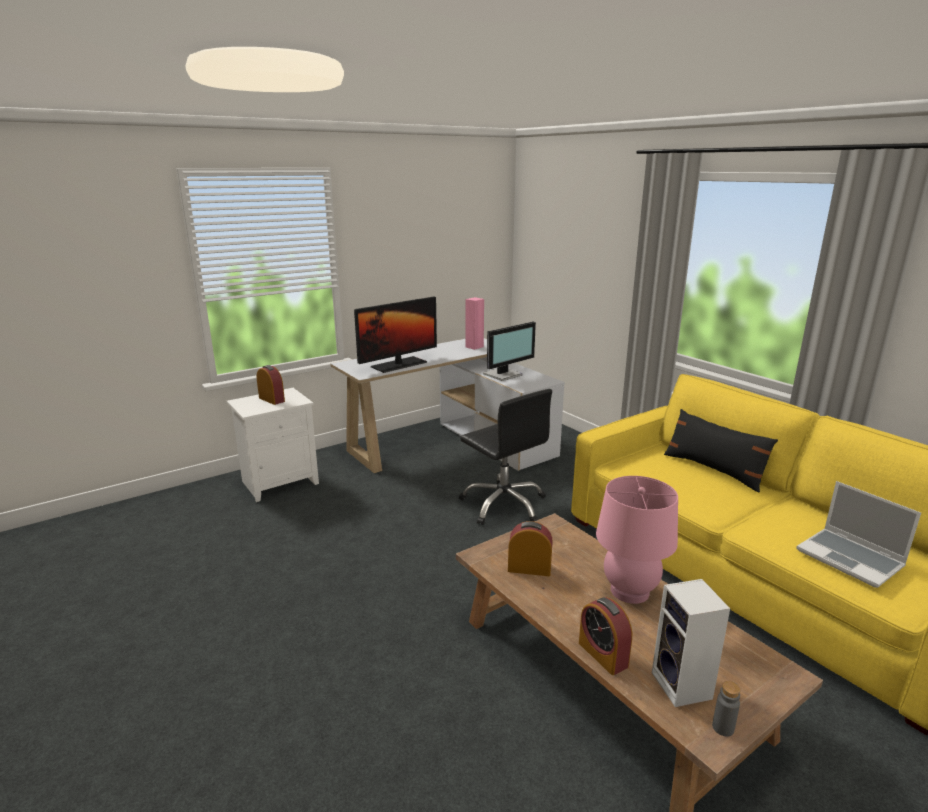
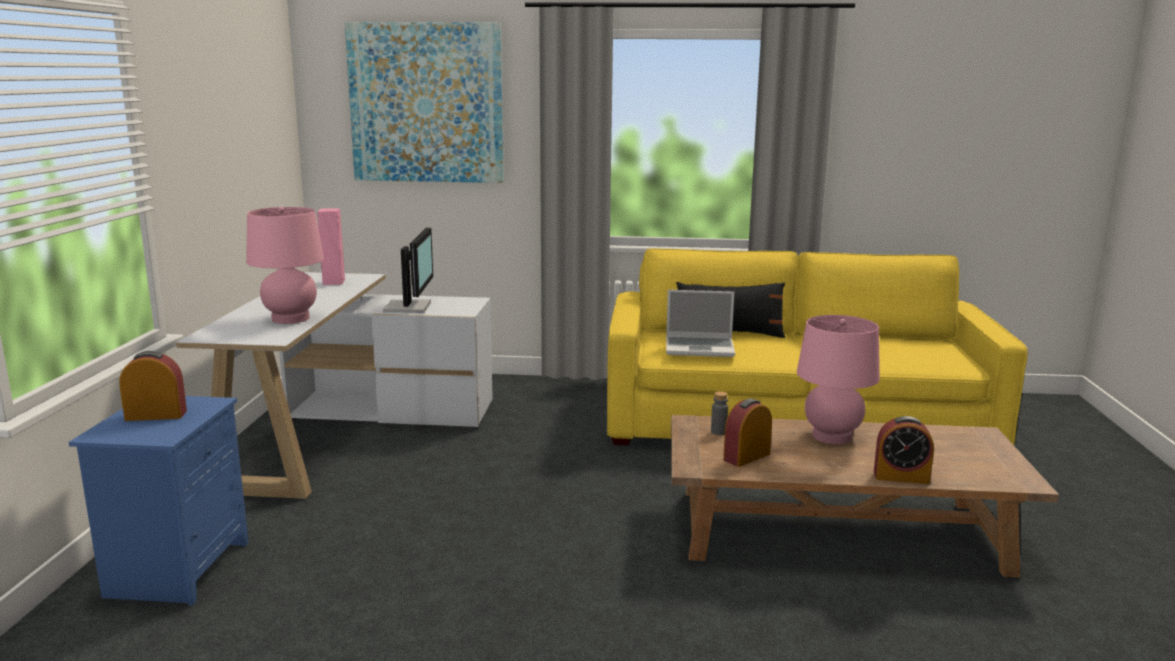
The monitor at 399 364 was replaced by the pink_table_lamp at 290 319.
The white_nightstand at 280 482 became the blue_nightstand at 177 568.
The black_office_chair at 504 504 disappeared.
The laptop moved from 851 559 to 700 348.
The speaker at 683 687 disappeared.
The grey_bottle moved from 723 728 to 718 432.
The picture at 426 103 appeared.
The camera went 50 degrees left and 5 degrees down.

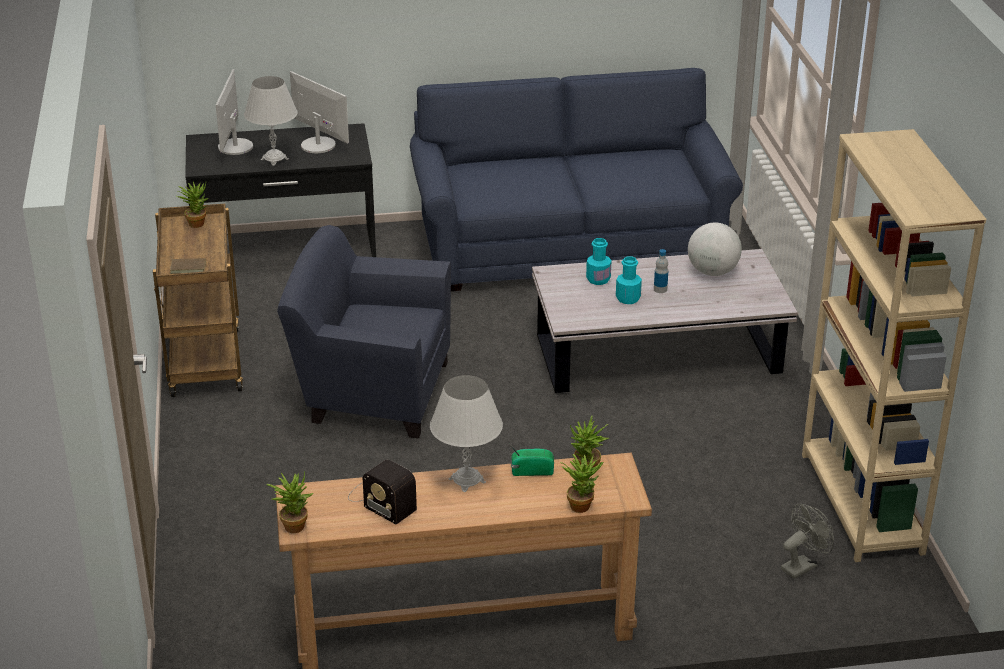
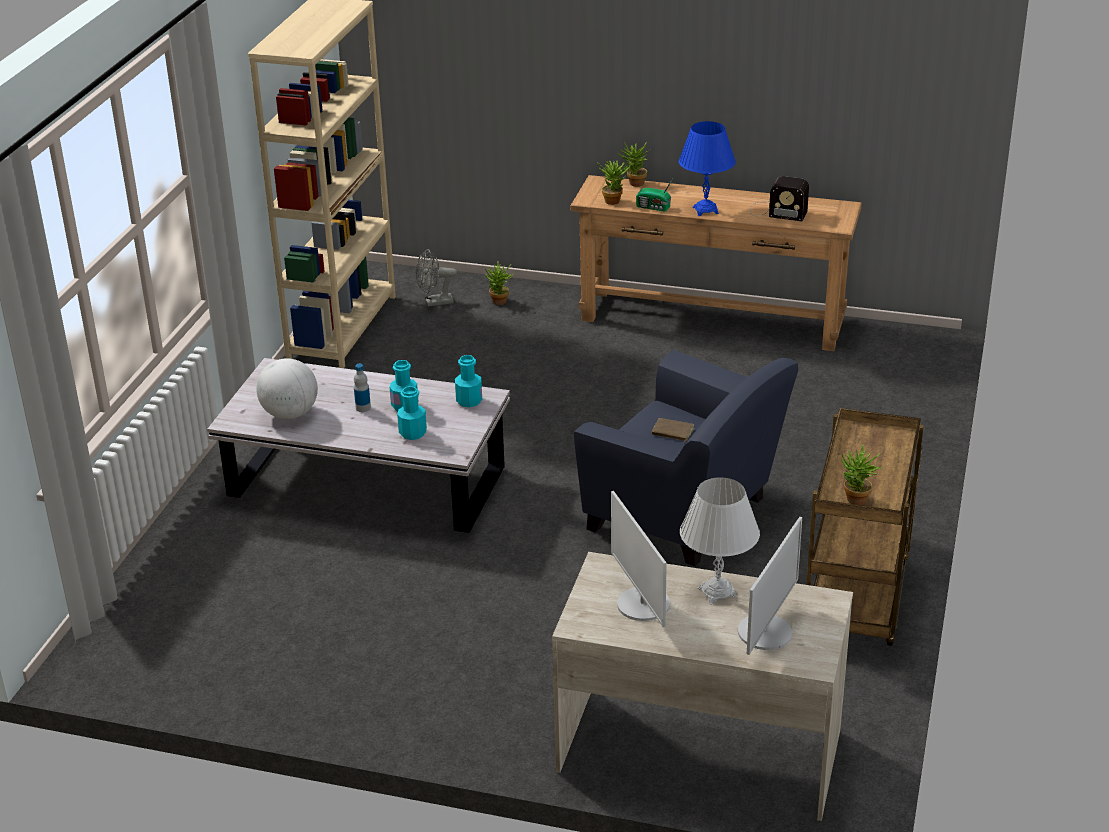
The blue_sofa at 570 247 disappeared.
The black_desk at 286 253 became the beige_desk at 700 749.
The brown_book moved from 188 267 to 672 432.
The white_table_lamp at 467 481 became the blue_table_lamp at 705 210.
The radio at 380 500 turned 135 degrees clockwise.
The potted_plant moved from 293 524 to 499 303.
The turquoise_bottle at 469 401 appeared.
The camera went 155 degrees left and 0 degrees up.

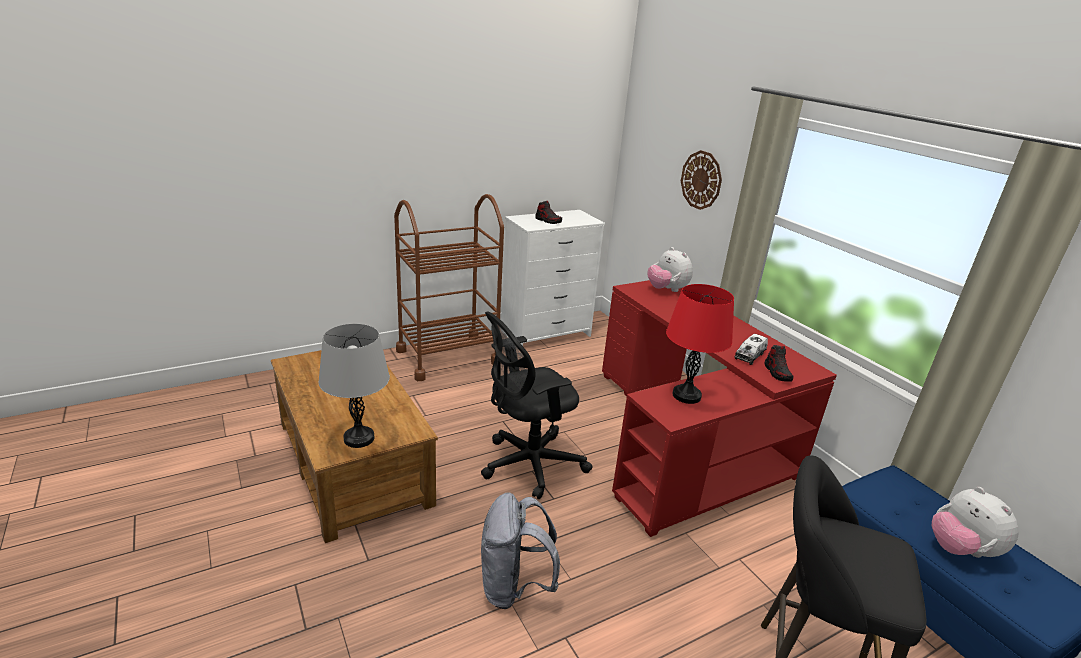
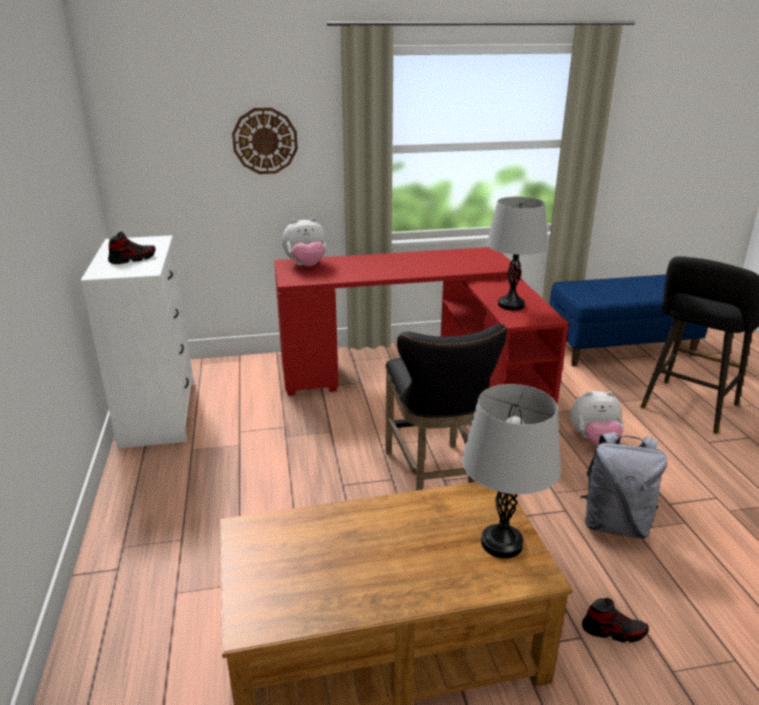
The brown_cart at 448 356 disappeared.
The red_table_lamp at 686 395 became the grey_table_lamp at 511 305.
The black_office_chair at 528 465 was replaced by the black_stool at 433 481.
The toy_truck at 750 355 disappeared.
The shoe moved from 777 373 to 613 631.
The plush_toy moved from 960 550 to 594 440.
The camera went 70 degrees left and 0 degrees up.

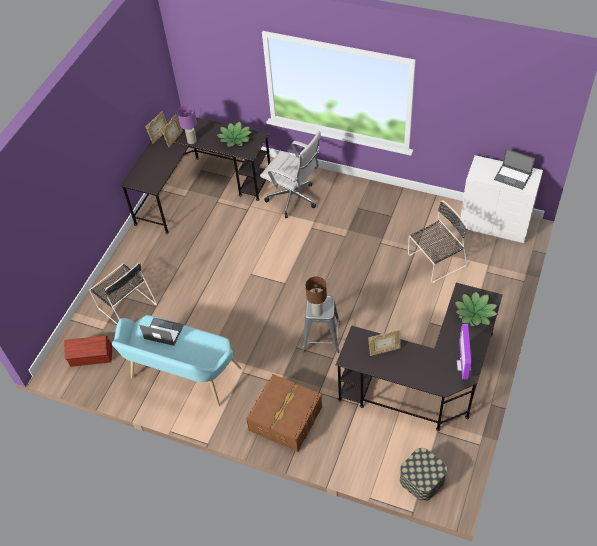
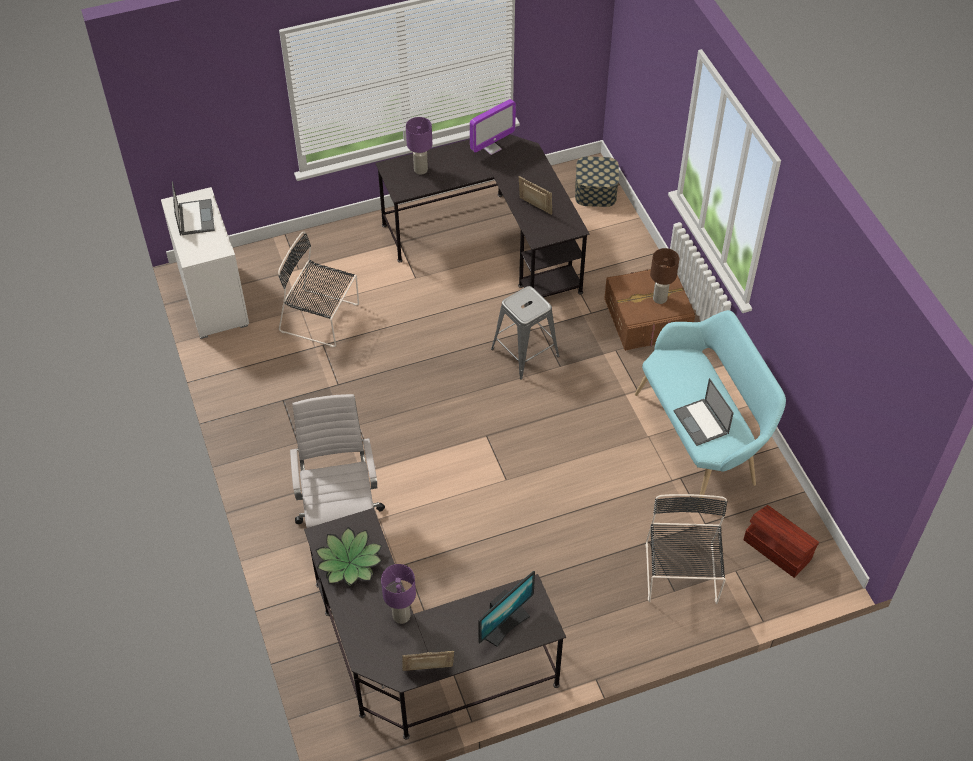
The picture_frame at 174 139 disappeared.
The brown_table_lamp moved from 317 311 to 659 299.
The potted_plant at 475 313 was replaced by the purple_table_lamp at 420 169.
The monitor at 505 624 appeared.
The camera went 135 degrees left and 0 degrees up.

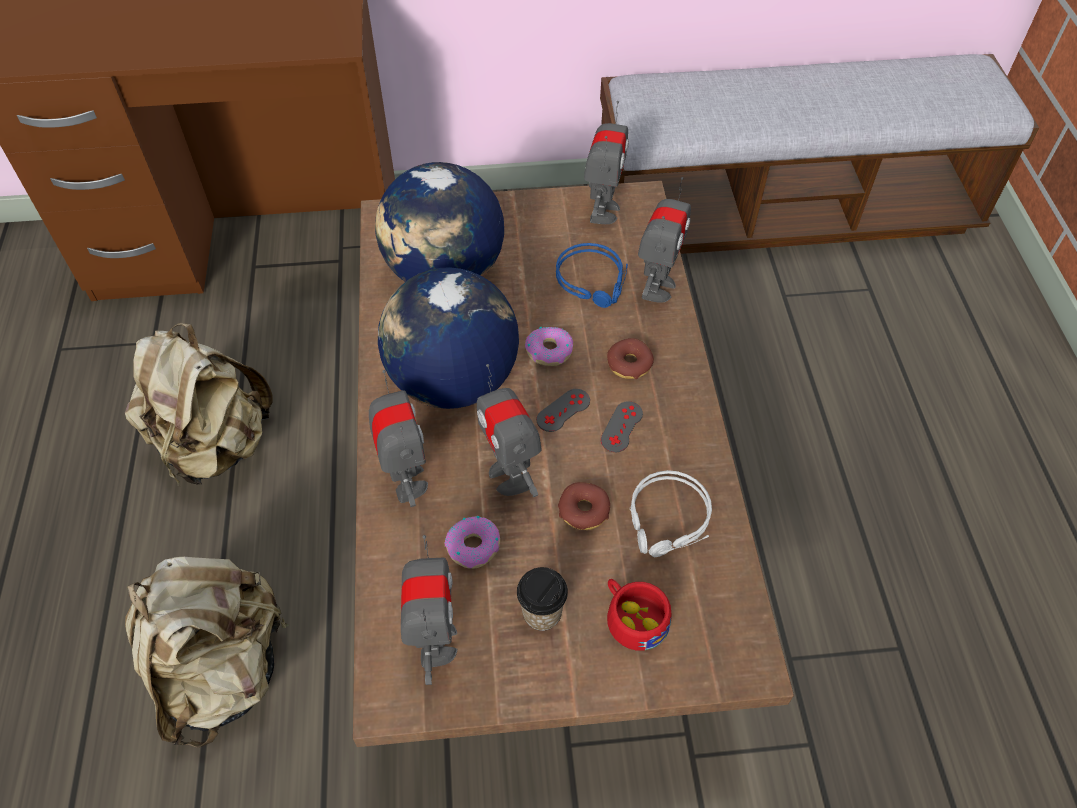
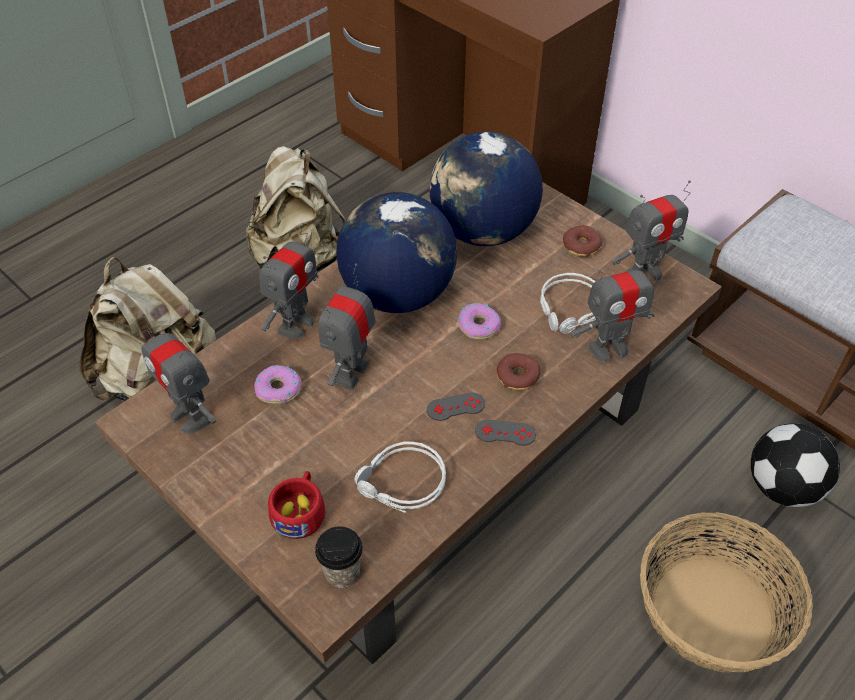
The blue_headphones at 594 281 became the grey_headphones at 571 310.
The grey_game_controller moved from 563 410 to 505 433.
The donut moved from 584 510 to 581 246.
The toy_robot at 435 642 turned 90 degrees clockwise.
The cup moved from 542 613 to 342 572.
The football at 782 486 appeared.
The basket at 712 613 appeared.
The camera went 50 degrees right and 5 degrees down.

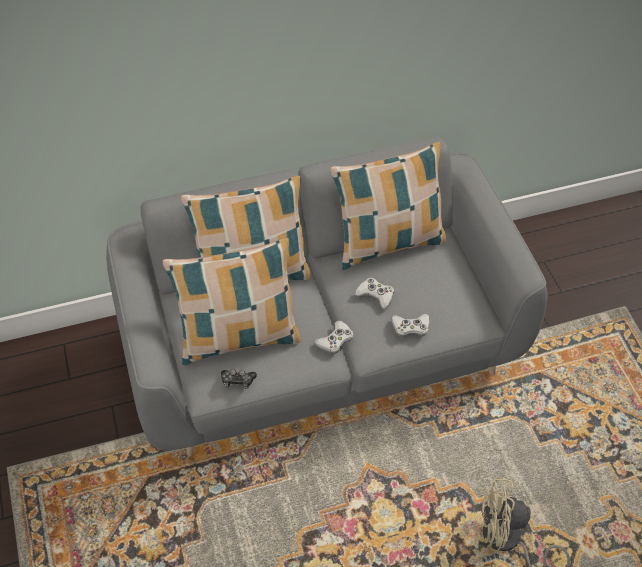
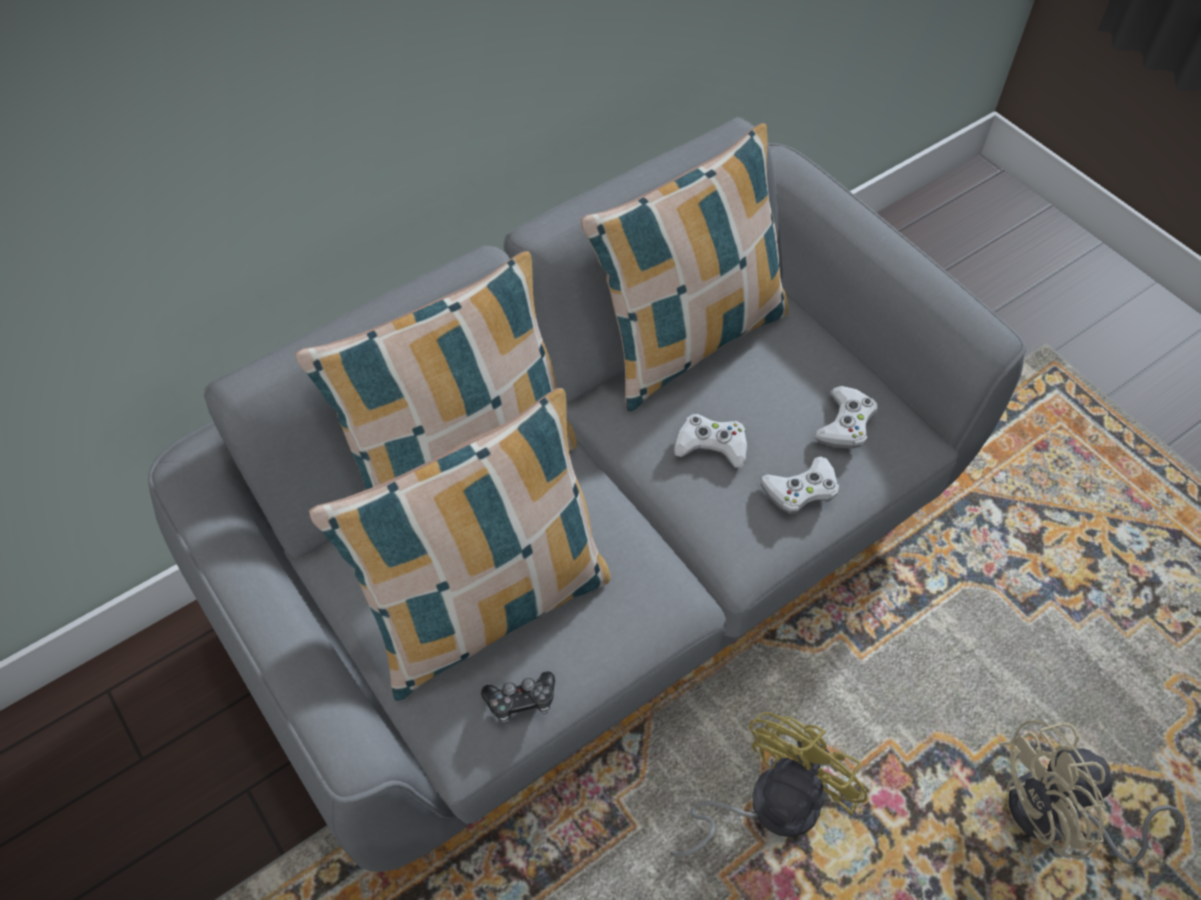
The white_game_controller moved from 335 340 to 846 423.
The yellow_fan at 768 805 appeared.
The camera went 20 degrees left and 5 degrees up.

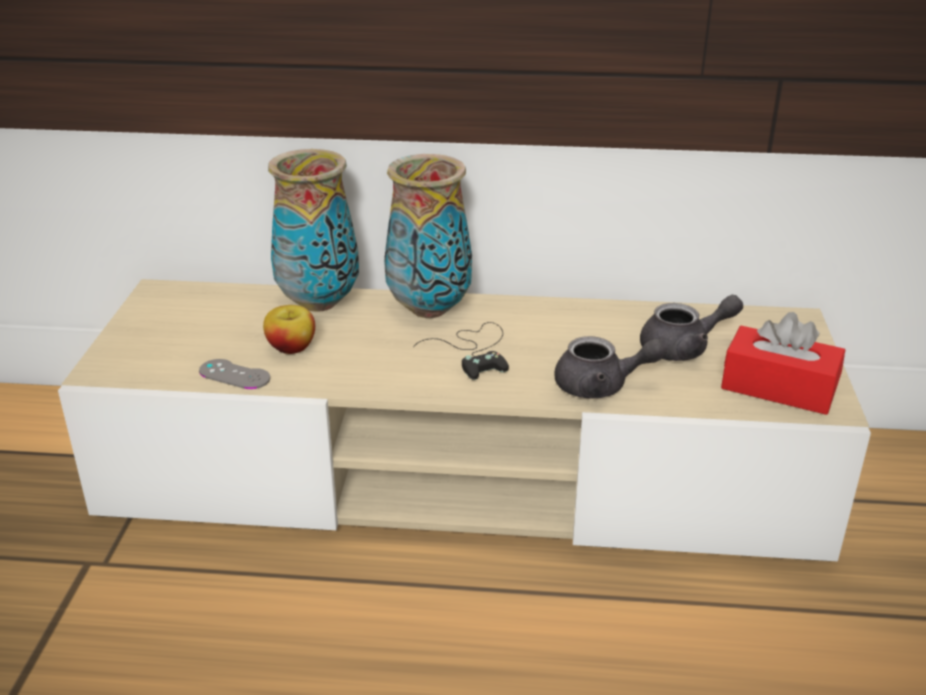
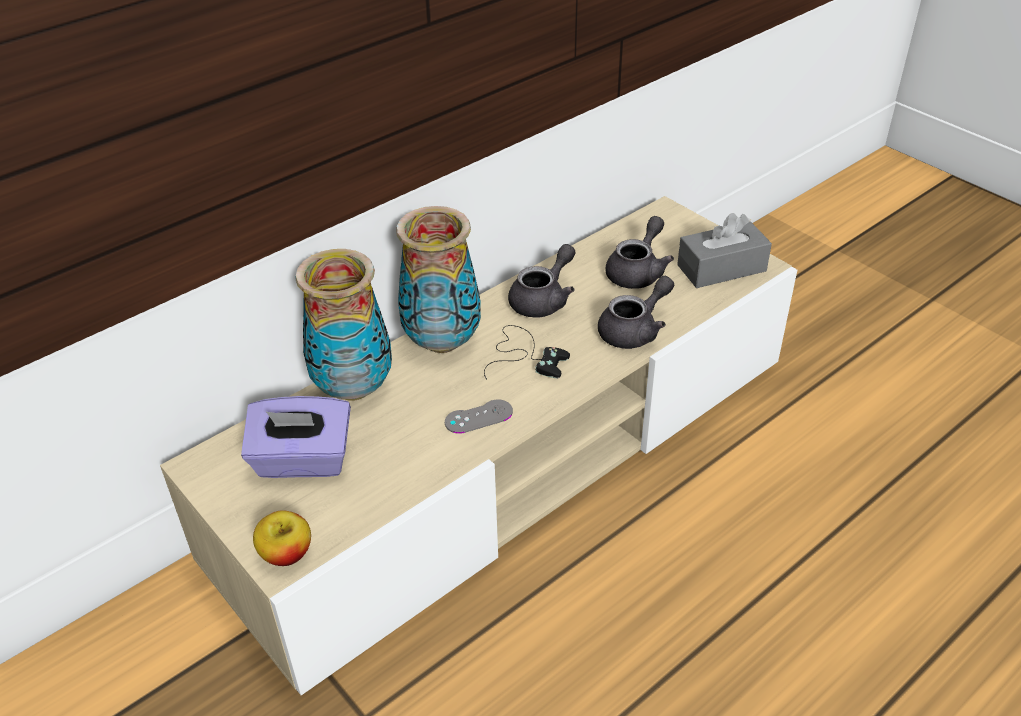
The apple moved from 291 347 to 286 554.
The red_tissue_box at 778 388 became the grey_tissue_box at 721 268.
The grey_game_controller moved from 234 374 to 478 417.
The grey_teapot at 543 300 appeared.
The purple_tissue_box at 302 461 appeared.
The camera went 45 degrees left and 10 degrees up.

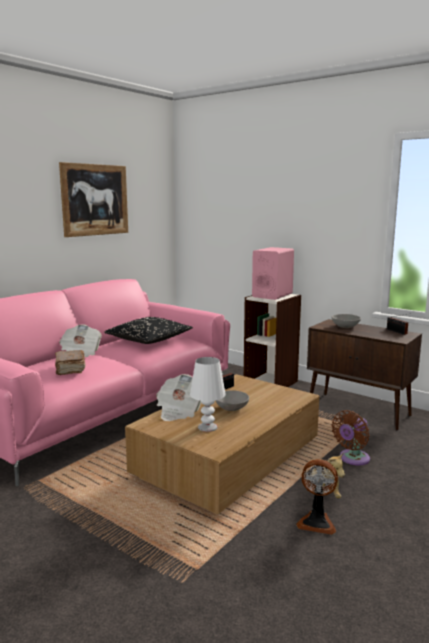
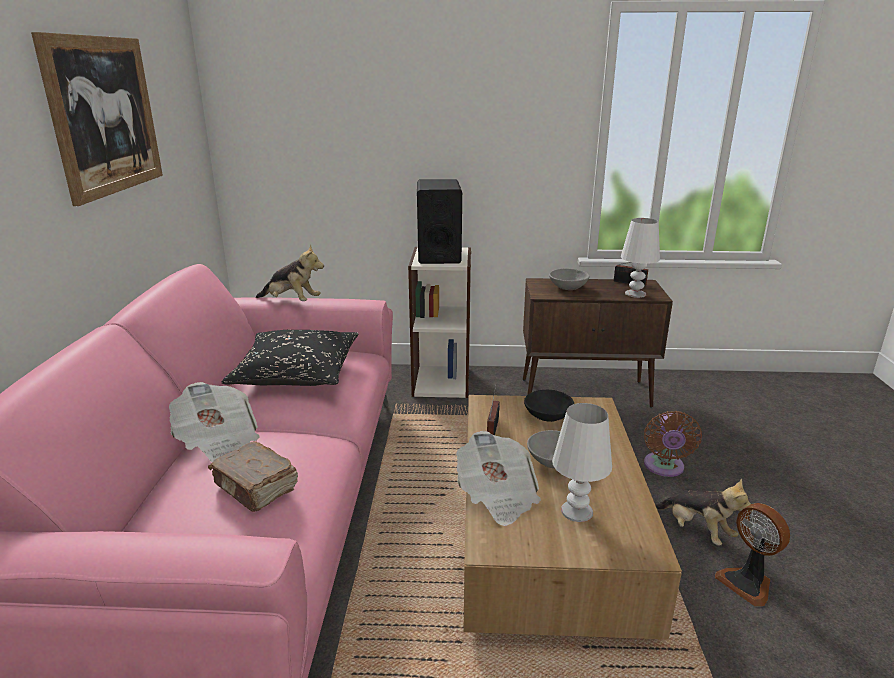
The pink_speaker at 272 295 became the black_speaker at 438 255.
The fan at 317 522 turned 75 degrees clockwise.
The white_table_lamp at 635 294 appeared.
The plush_toy at 291 302 appeared.
The black_bowl at 548 416 appeared.
The camera went 35 degrees left and 10 degrees up.

